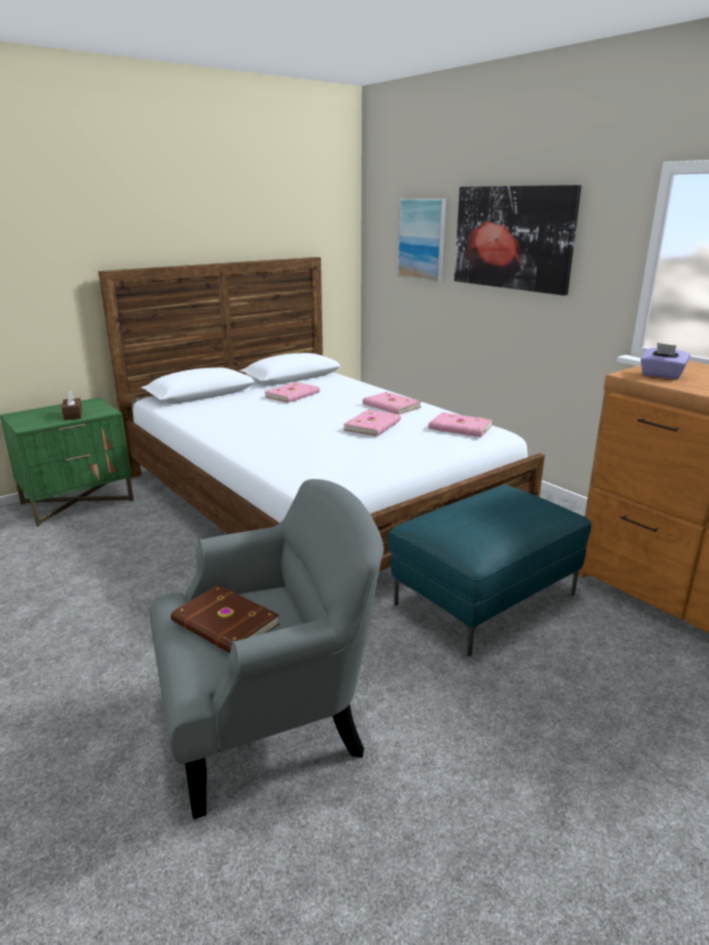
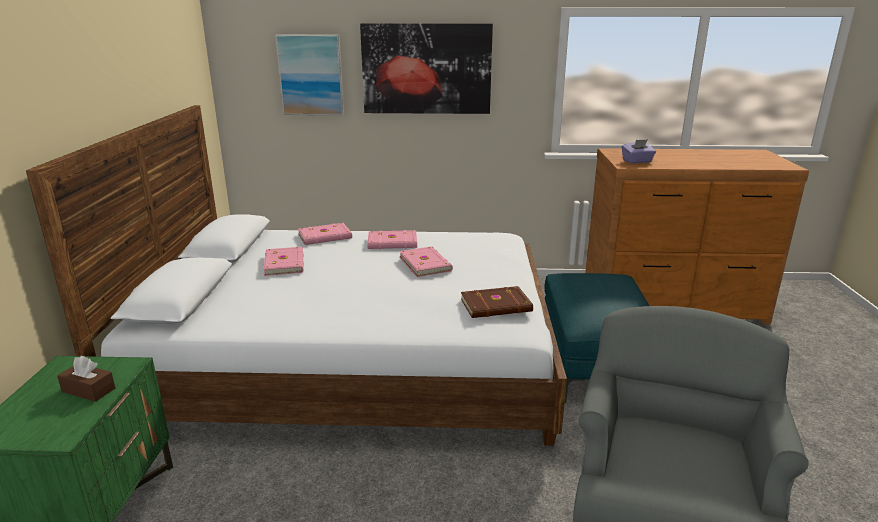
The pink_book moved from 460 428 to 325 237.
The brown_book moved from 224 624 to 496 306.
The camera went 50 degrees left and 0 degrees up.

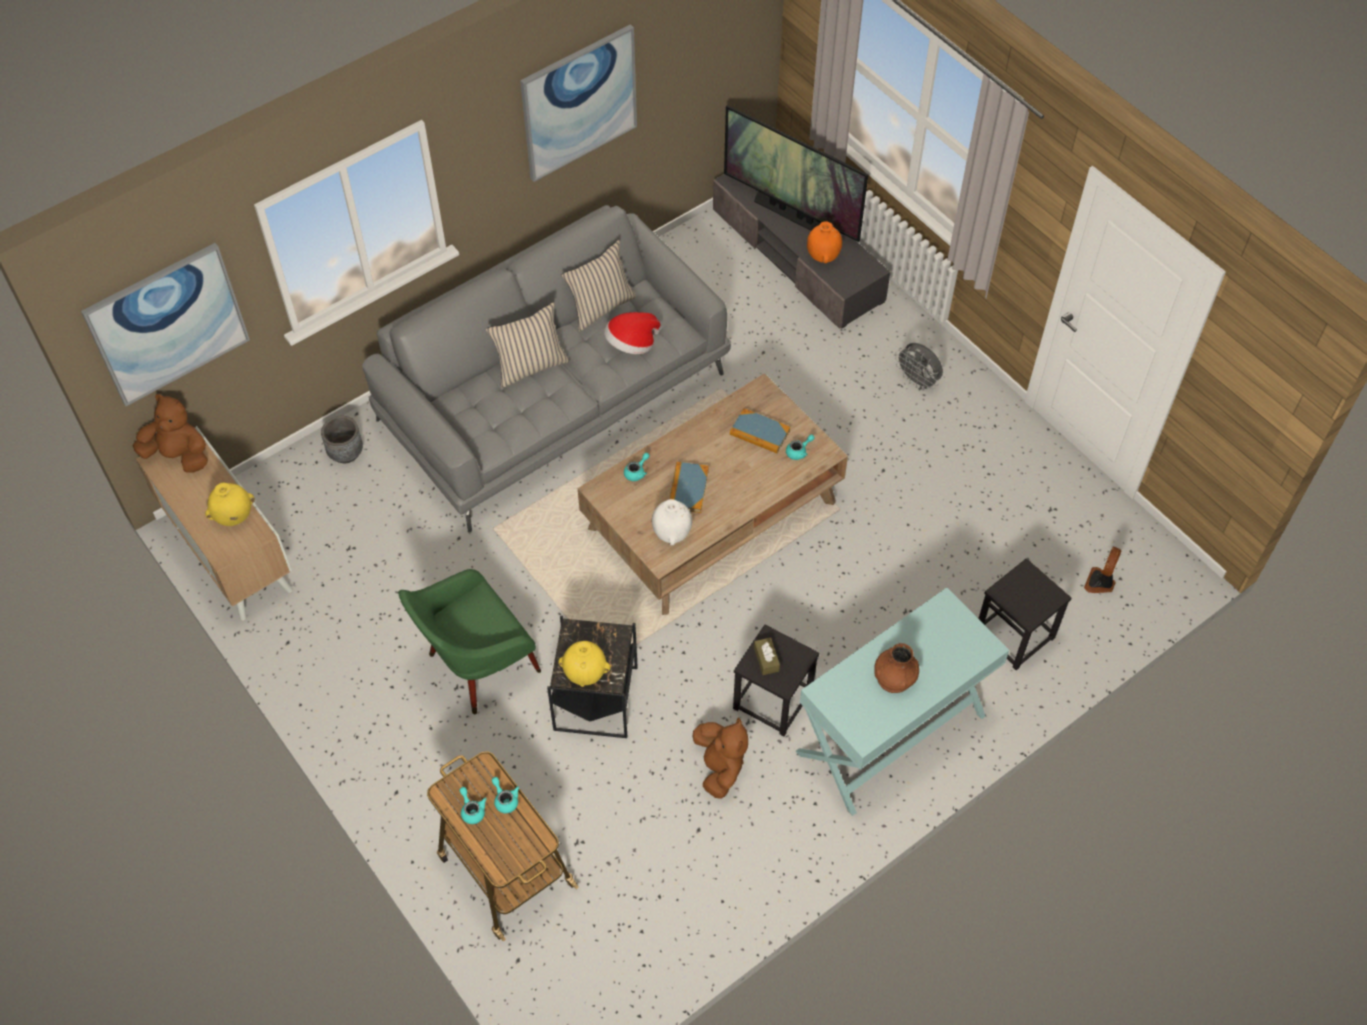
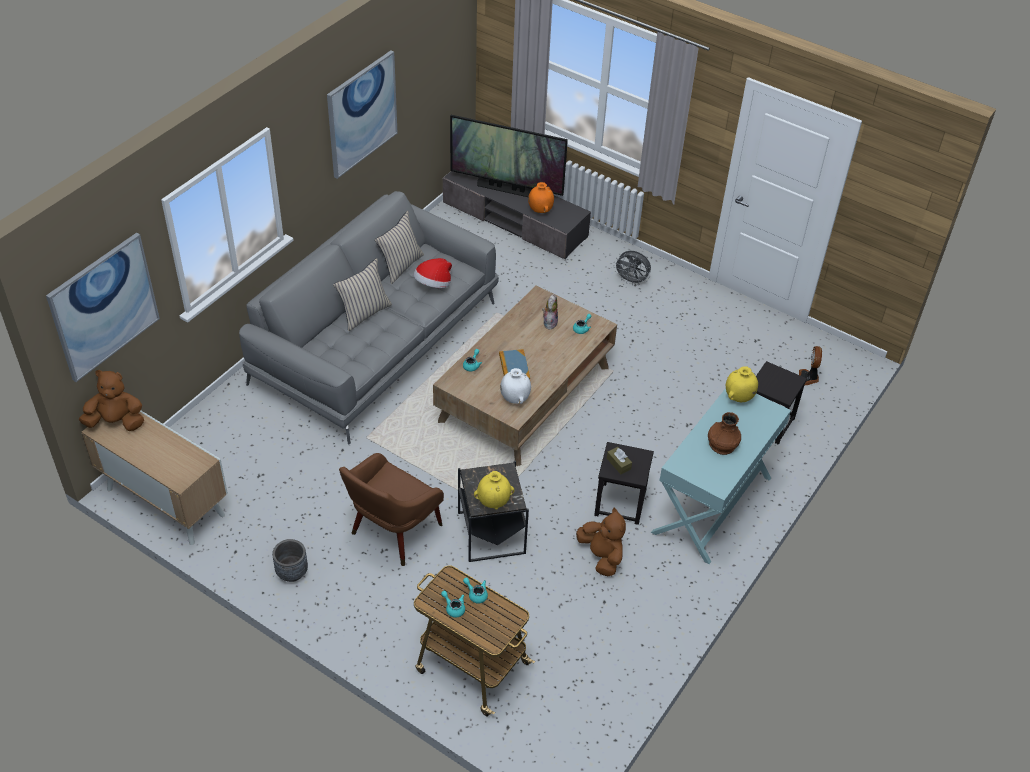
The book at 759 433 was replaced by the plush_toy at 549 322.
The grey_planter moved from 346 453 to 292 572.
The yellow_vase moved from 234 517 to 738 398.
The green_armchair at 477 667 became the brown_armchair at 392 533.
The camera went 20 degrees left and 10 degrees down.

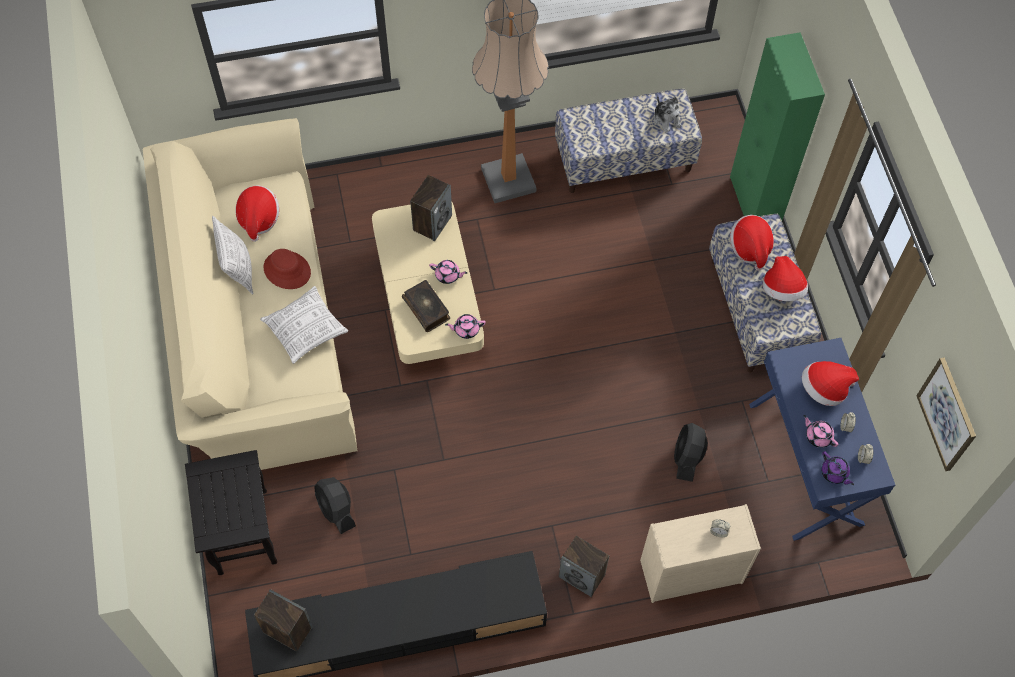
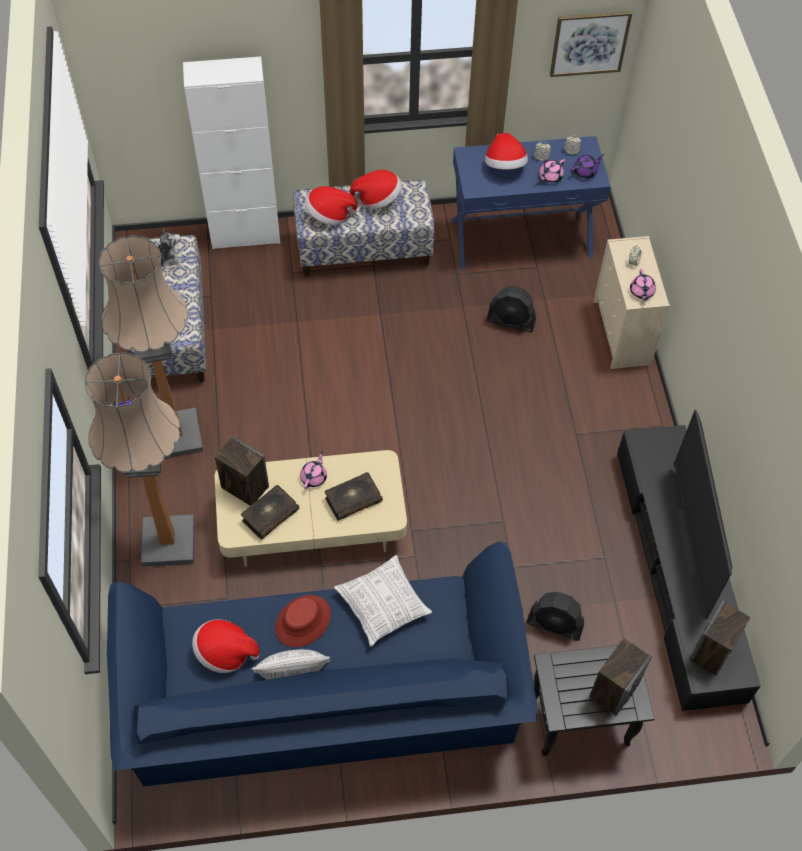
The green_cabinet at 754 202 became the white_cabinet at 245 234.
The beige_sofa at 256 326 became the blue_sofa at 324 703.
The pink_teapot moved from 466 329 to 641 292.
The black_fan at 336 509 turned 45 degrees clockwise.
The speaker moved from 582 576 to 614 689.
The floor_lamp at 169 542 appeared.
The television at 689 542 appeared.
The book at 269 515 appeared.
The camera went 85 degrees left and 5 degrees down.

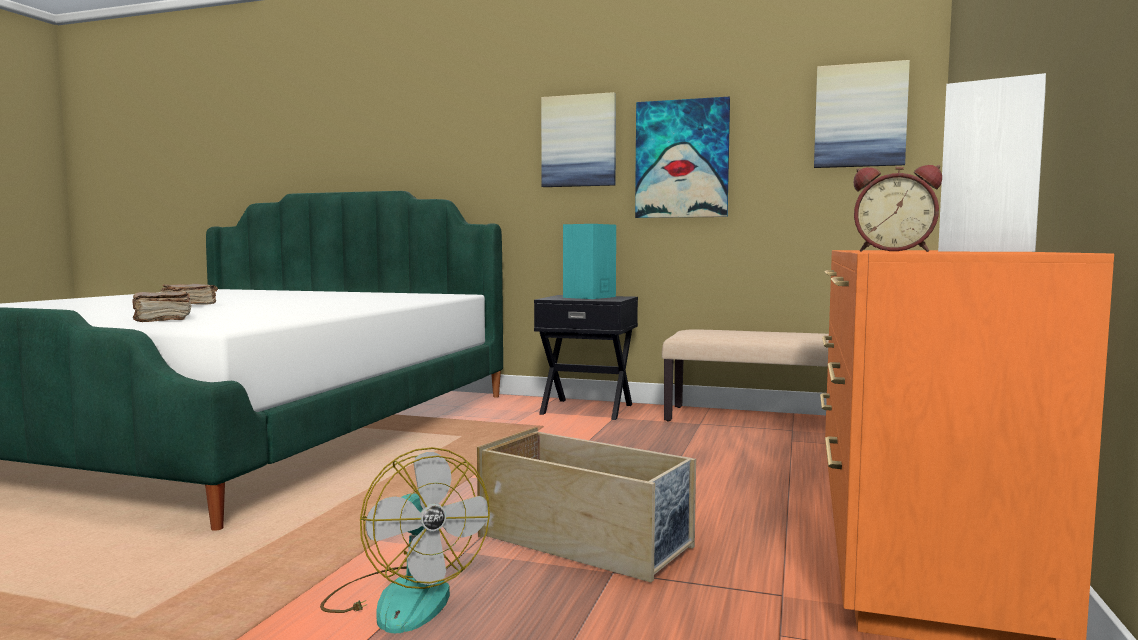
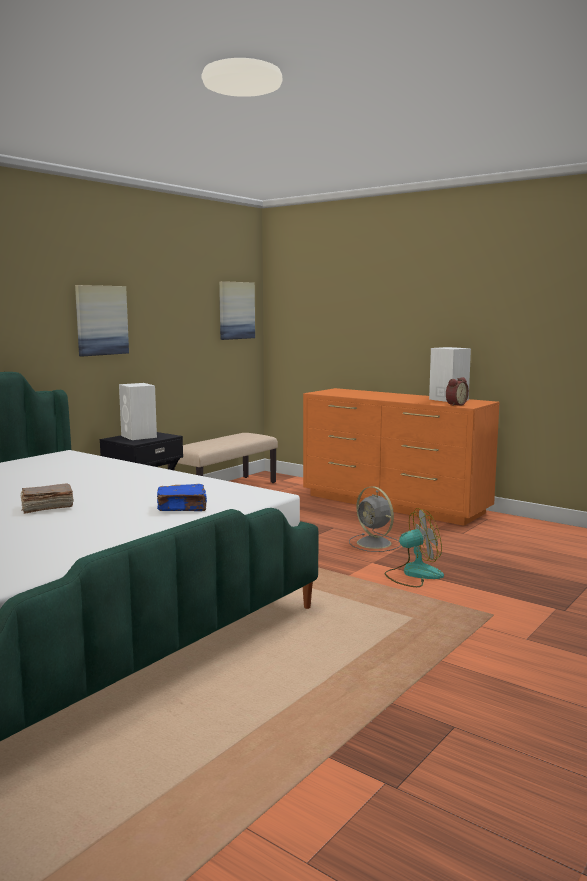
The picture at 682 159 disappeared.
The turquoise_speaker at 588 297 became the white_speaker at 139 436.
The brown_book at 161 318 became the blue_book at 183 508.
The beige_storage_box at 586 542 was replaced by the grey_fan at 375 543.
The camera went 70 degrees left and 5 degrees up.

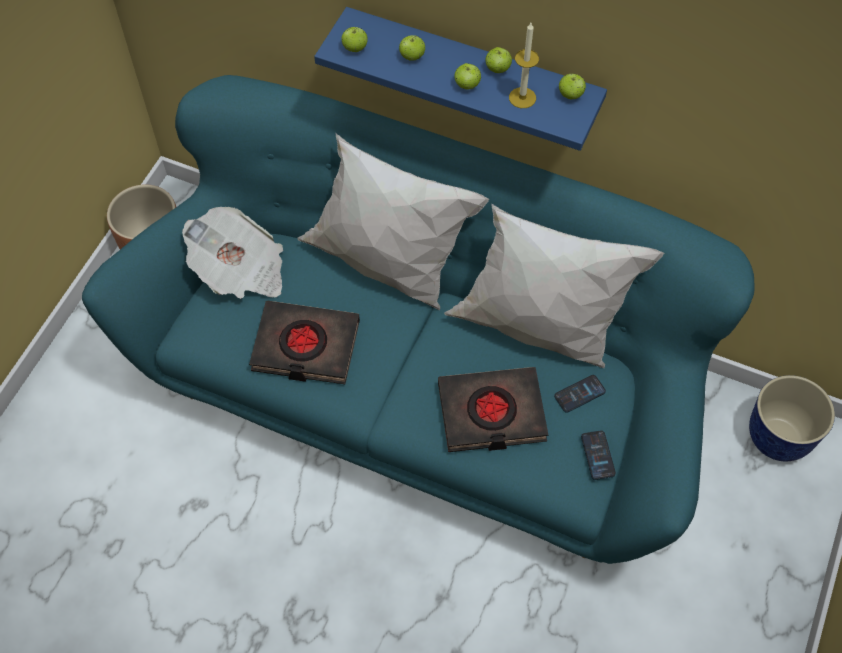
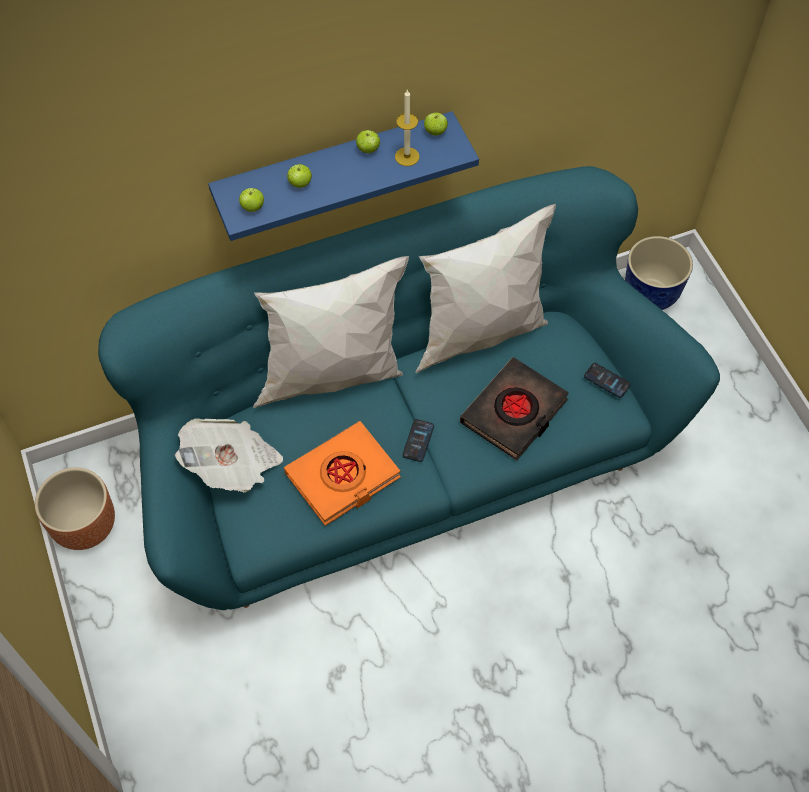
The apple at 467 85 disappeared.
The black_book at 305 347 became the orange_book at 343 477.
The phone moved from 579 394 to 418 441.
The camera went 45 degrees left and 0 degrees up.

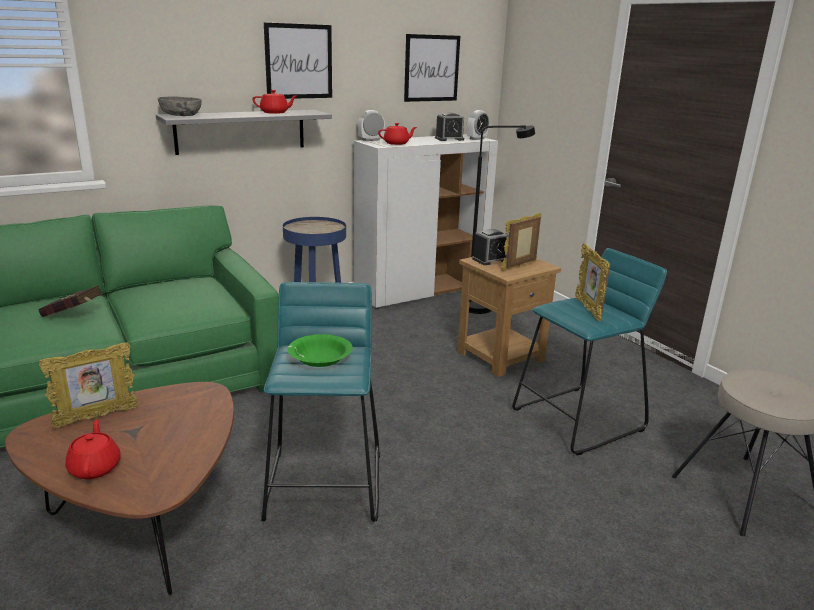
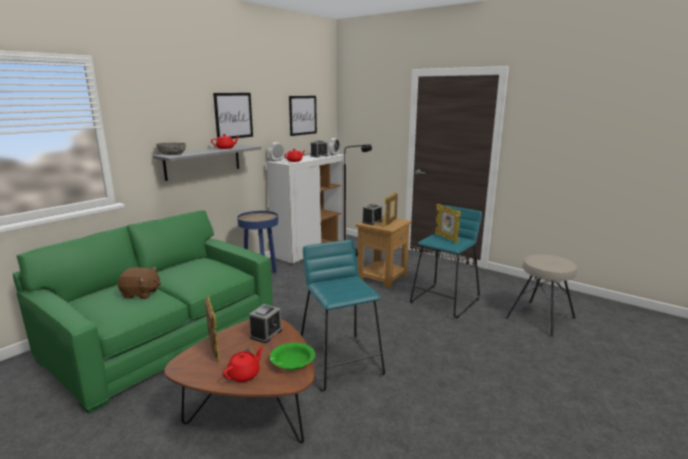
The red_book at 75 315 was replaced by the brown_plush_toy at 141 294.
The green_bowl moved from 320 358 to 292 362.
The picture_frame at 96 417 turned 60 degrees counterclockwise.
The red_teapot at 95 467 turned 75 degrees clockwise.
The alarm_clock at 266 334 appeared.
The camera went 20 degrees left and 5 degrees down.

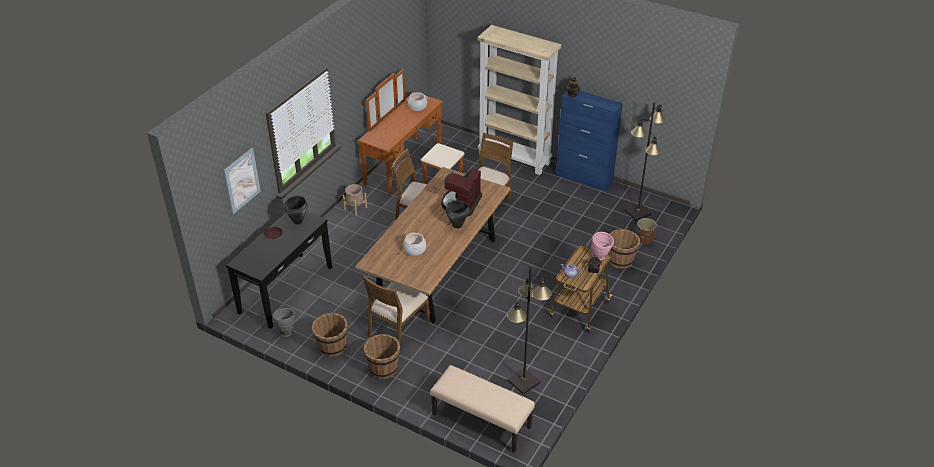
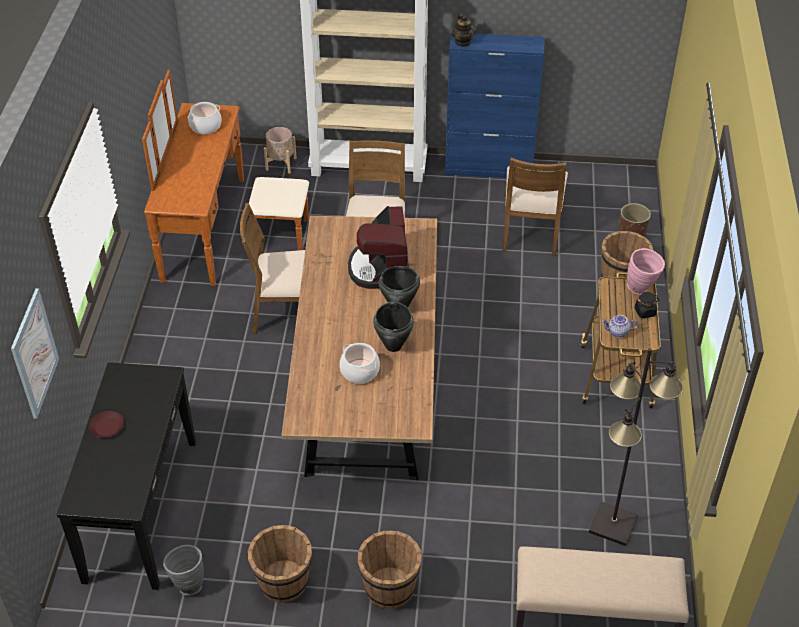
The black_floor_lamp at 638 212 disappeared.
The beige_planter moved from 355 208 to 281 164.
The black_cooking_pot moved from 298 221 to 394 345.
The brown_chair moved from 397 328 to 531 229.
The camera went 25 degrees left and 5 degrees up.

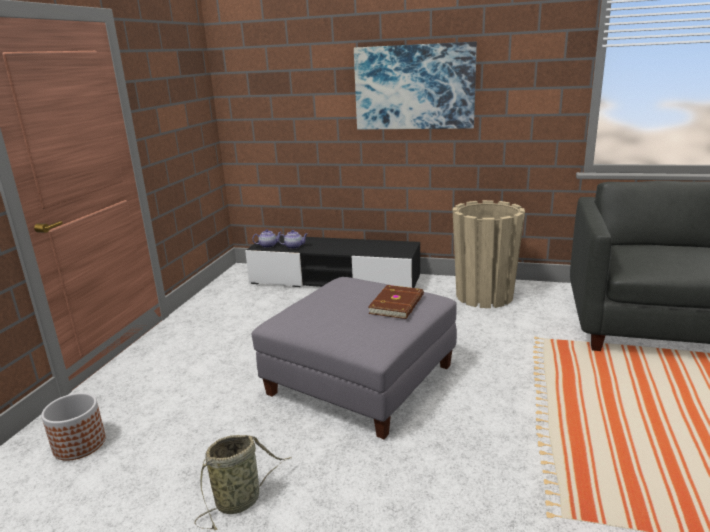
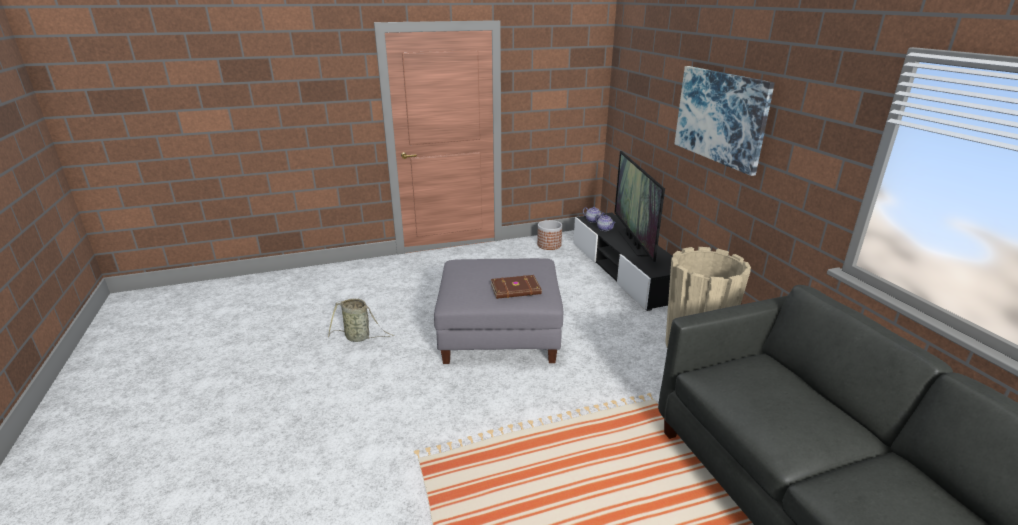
The planter moved from 79 444 to 549 245.
The television at 633 242 appeared.
The camera went 55 degrees right and 5 degrees up.

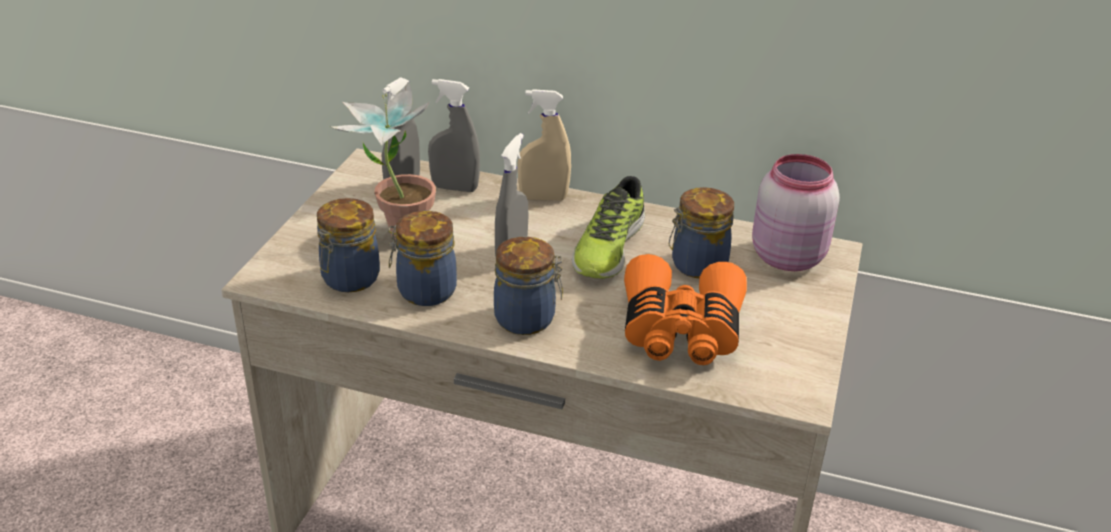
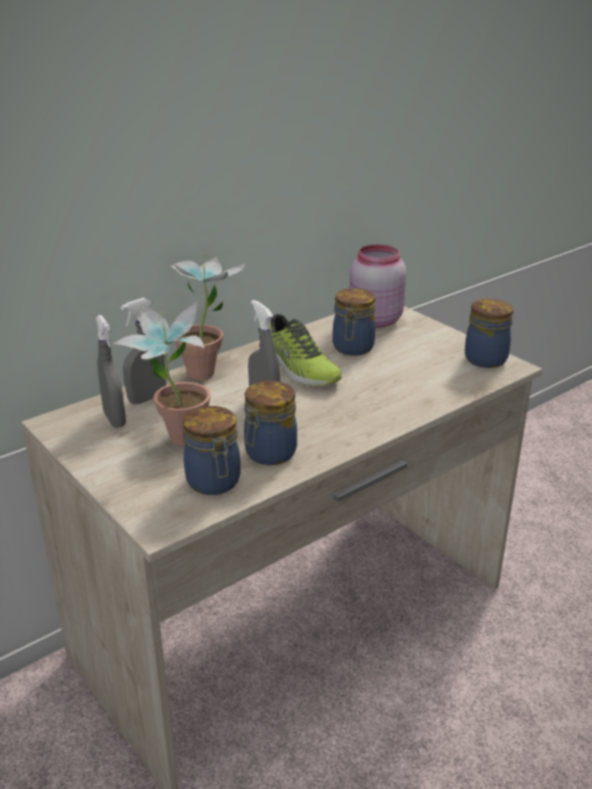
The beige_spray_bottle at 543 198 was replaced by the potted_plant at 209 370.
The jar moved from 527 319 to 486 358.
The orange_binoculars at 680 331 disappeared.
The camera went 55 degrees left and 5 degrees down.

